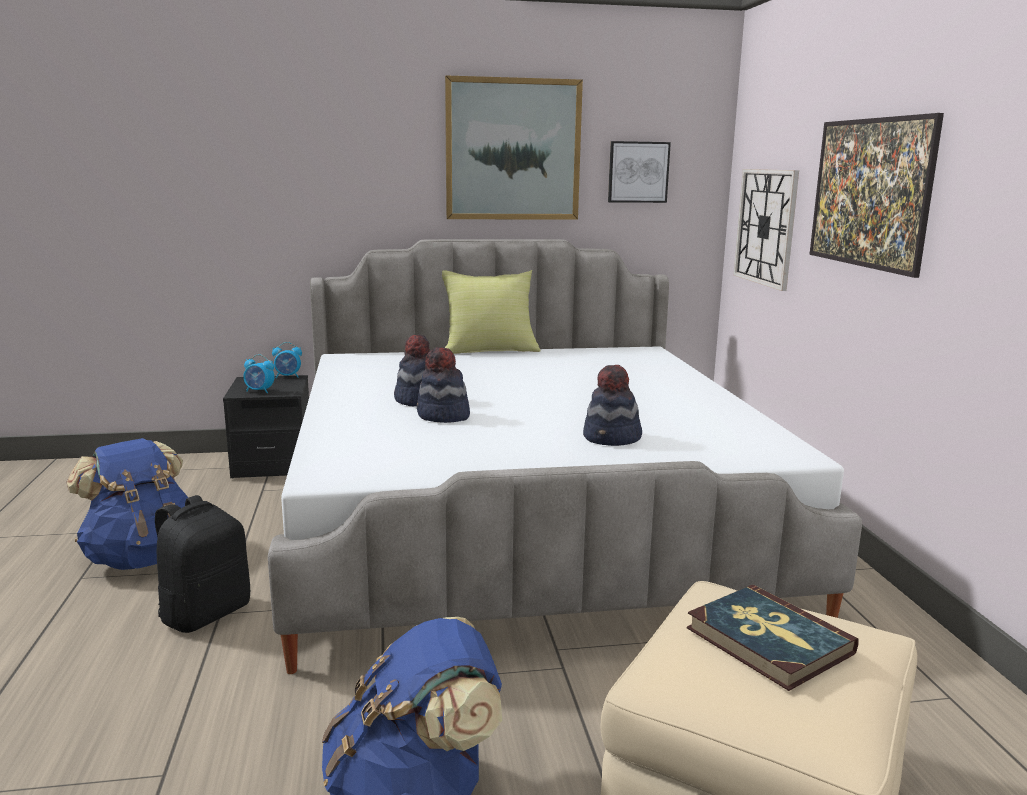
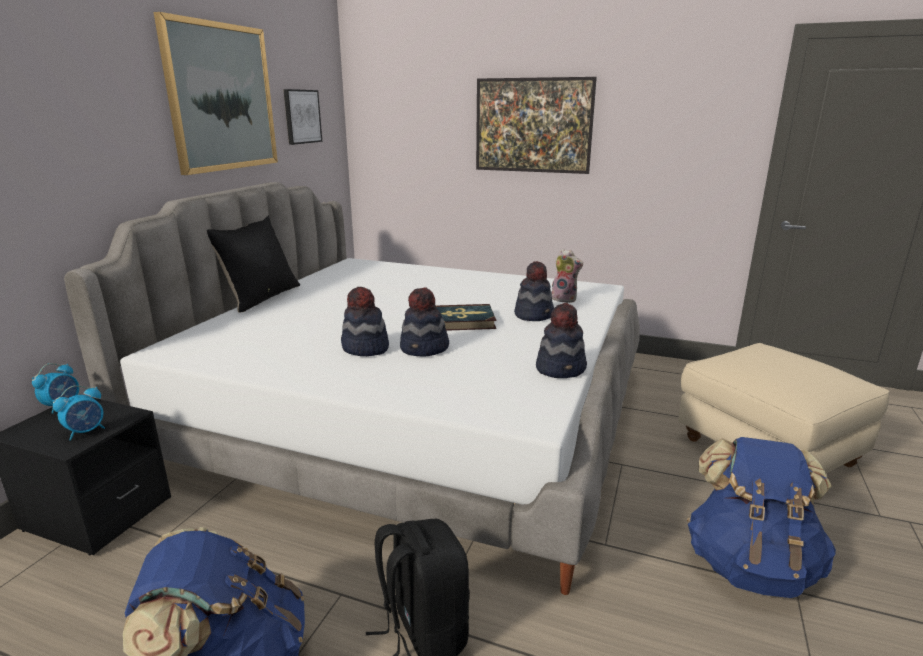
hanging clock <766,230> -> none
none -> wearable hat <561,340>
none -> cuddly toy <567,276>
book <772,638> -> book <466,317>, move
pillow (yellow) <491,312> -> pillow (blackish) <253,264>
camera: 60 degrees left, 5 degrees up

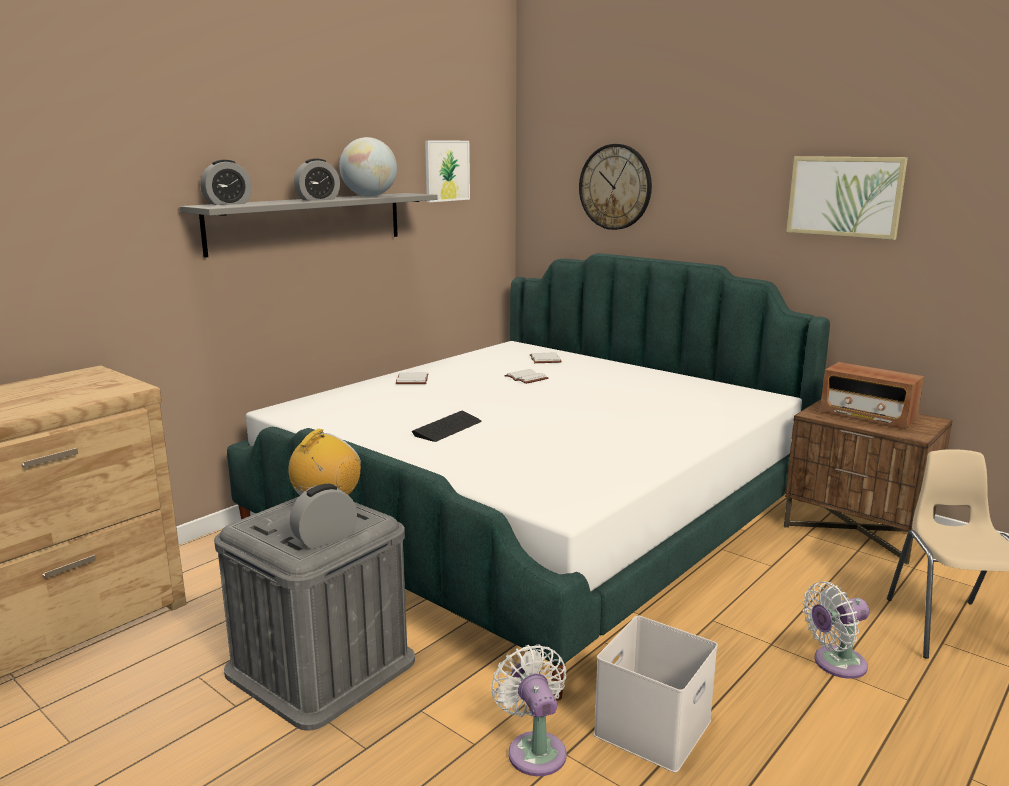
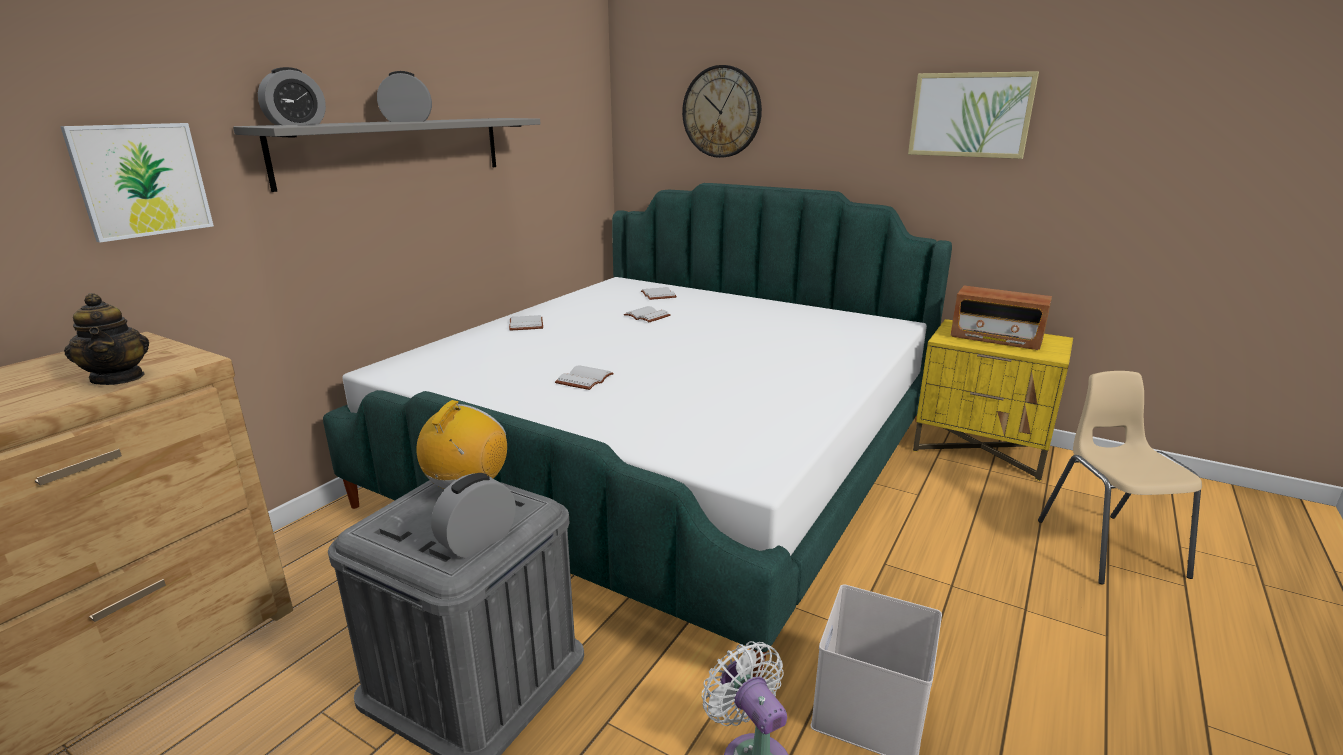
globe <368,167> -> none
fan (white) <836,630> -> none
none -> pot for tea <106,339>
picture <447,171> -> picture <137,182>, move
PC keyboard <447,426> -> book (white) <584,377>
nightstand (brown) <868,482> -> nightstand (yellow) <993,400>
bedside clock <317,179> -> bedside clock <404,96>, 150 degrees counterclockwise
camera: 10 degrees left, 5 degrees up

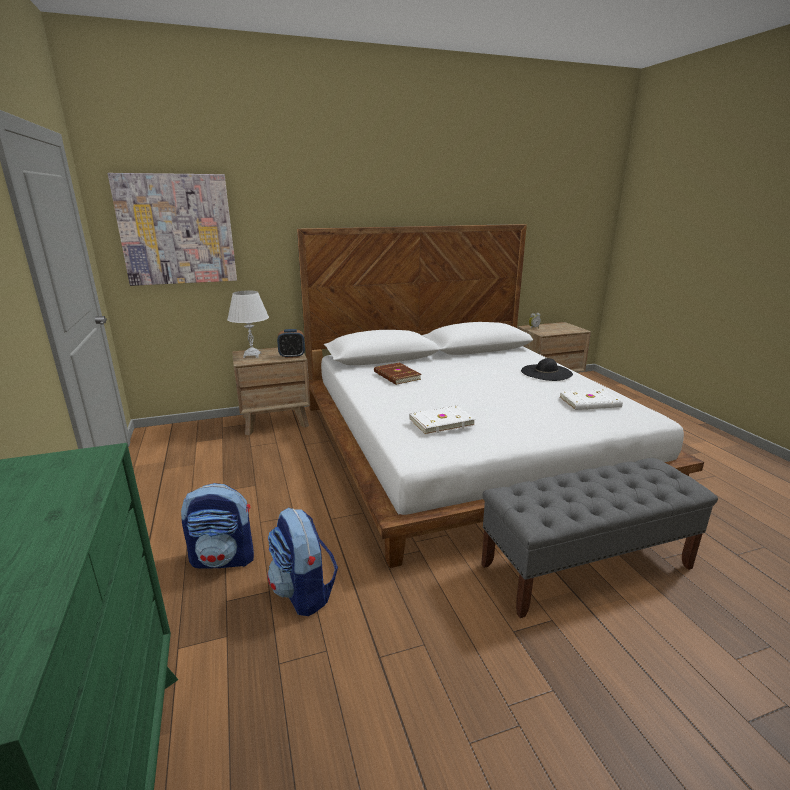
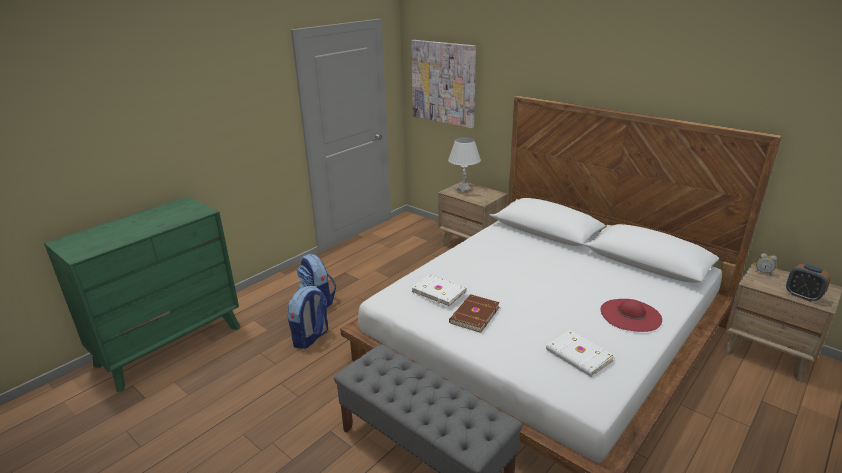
bedside clock <291,343> -> bedside clock <808,283>, move
book (brown) <397,374> -> book (brown) <474,313>, move
wearable hat (blackish) <547,369> -> wearable hat (red) <631,315>
camera: 60 degrees right, 5 degrees up

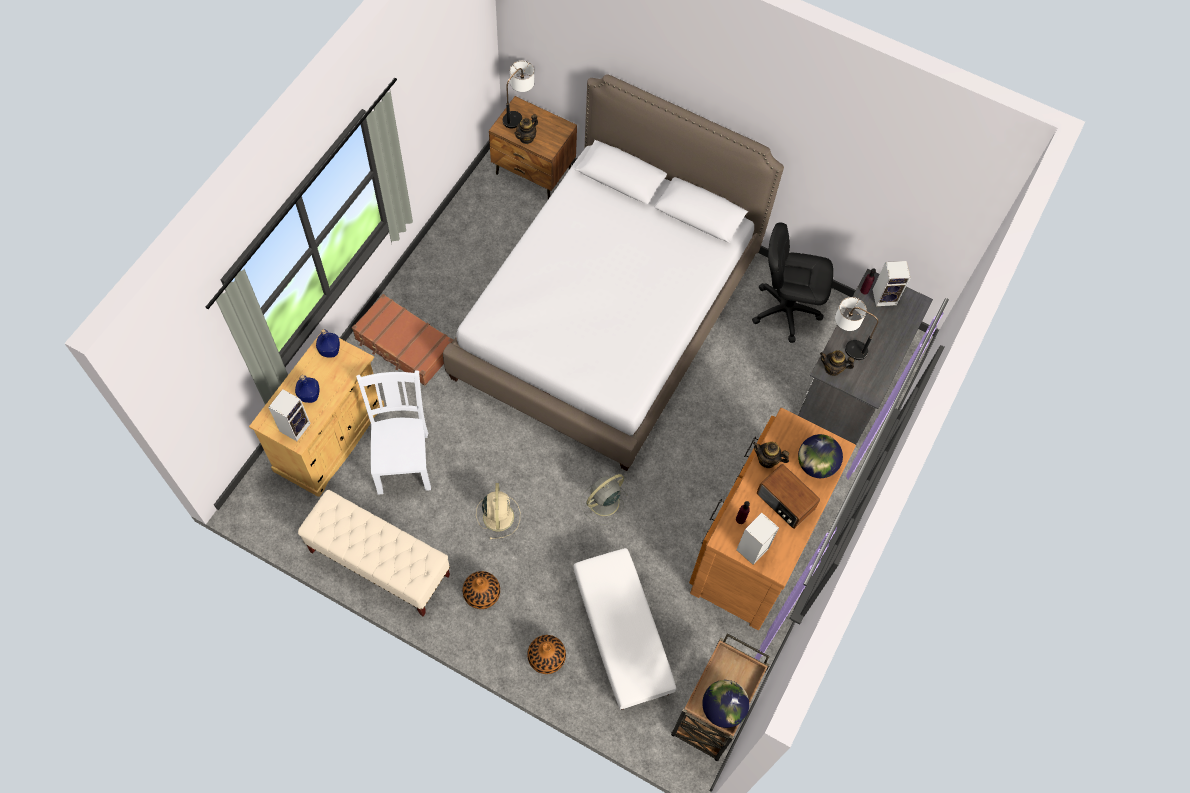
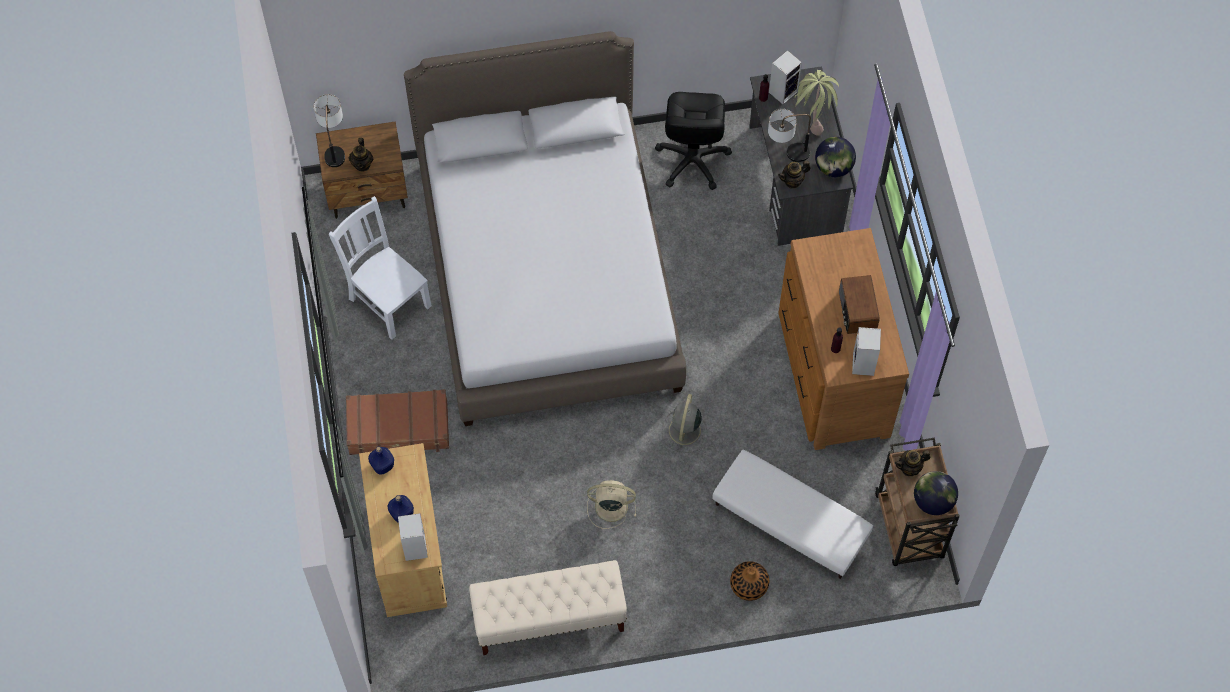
flower vase <481,590> -> none
none -> houseplant <817,103>
chair (white) <393,432> -> chair (white) <380,268>, move
pot for tea <771,455> -> pot for tea <912,463>, move
globe <820,456> -> globe <835,157>, move
fan (sand-coloured) <498,511> -> fan (sand-coloured) <611,504>, 45 degrees counterclockwise
computer chair (blackish) <793,283> -> computer chair (blackish) <693,141>, 60 degrees counterclockwise
radio <788,496> -> radio <859,304>, 75 degrees clockwise
camera: 35 degrees left, 0 degrees up

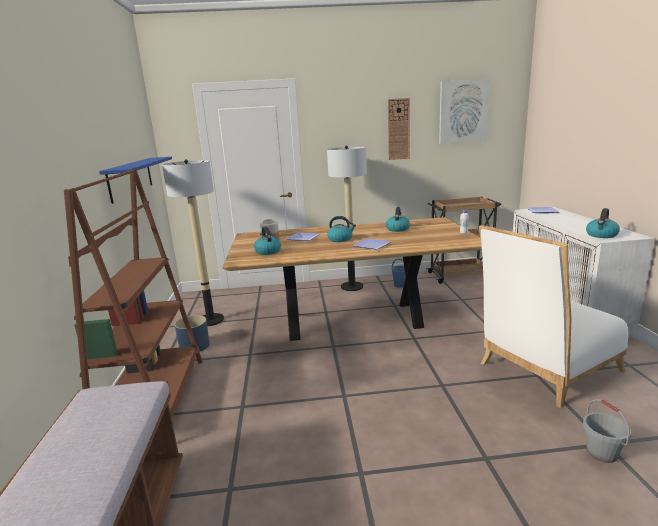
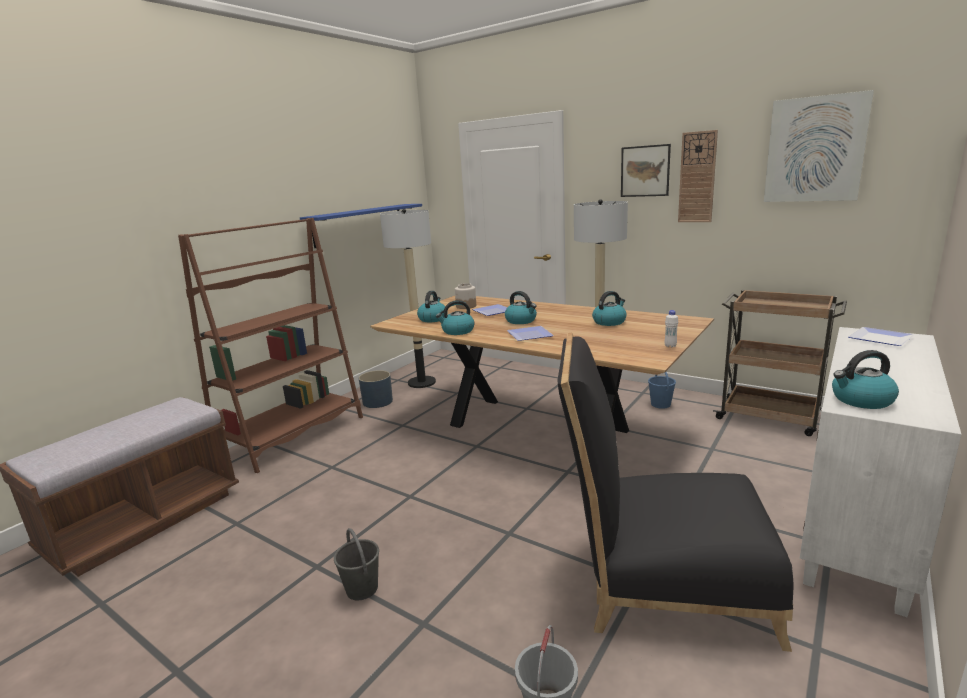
none -> bucket (grey) <356,564>
none -> tea kettle <455,317>
none -> picture <646,170>
chair (white) <553,316> -> chair (blackish) <676,492>
camera: 40 degrees right, 0 degrees up

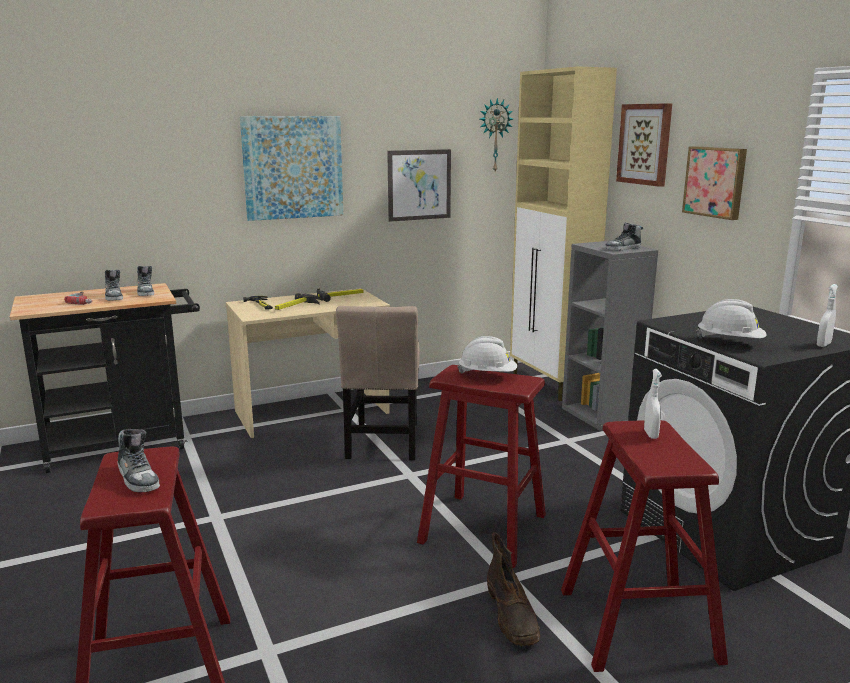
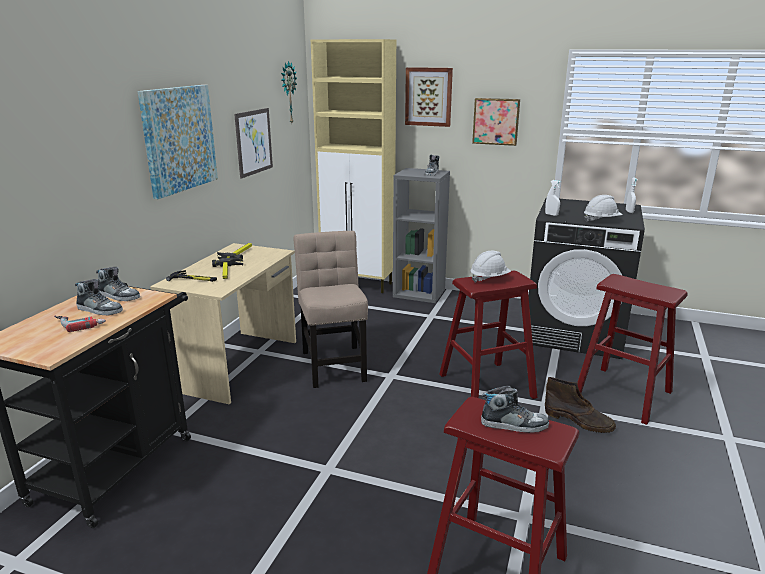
spray bottle (white) <653,404> -> spray bottle (white) <553,198>, move
chair (sand-coloured) <378,383> -> chair (sand-coloured) <331,309>, 150 degrees counterclockwise
camera: 45 degrees left, 5 degrees up

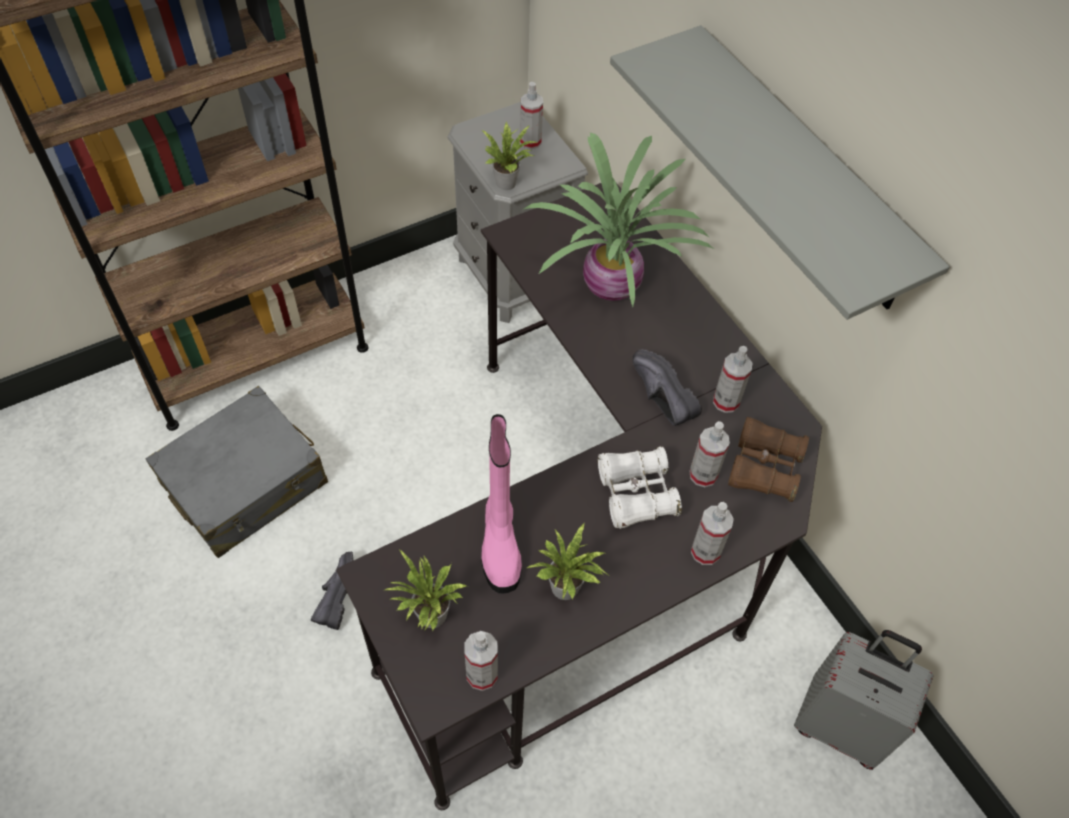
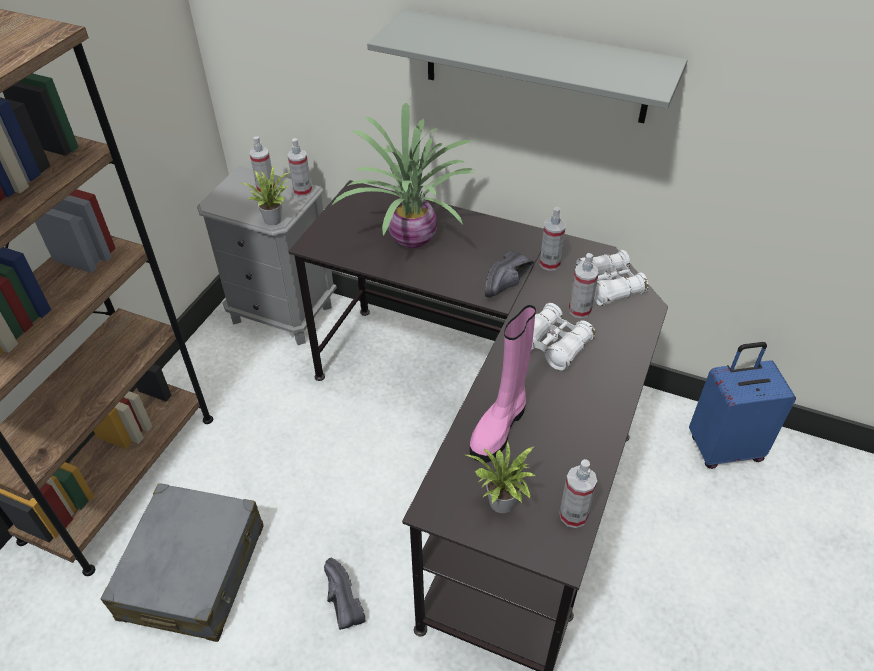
houseplant <567,561> -> none
spray bottle <712,533> -> spray bottle <299,167>, move
pair of binoculars (brown) <768,459> -> pair of binoculars (white) <612,278>
suitcase (grey) <863,700> -> suitcase (blue) <742,405>
high-top boot (pink-coloured) <501,503> -> high-top boot (pink-coloured) <503,384>, 75 degrees clockwise
item of footwear (blackish) <667,387> -> item of footwear (blackish) <509,274>, 75 degrees counterclockwise
camera: 35 degrees left, 10 degrees down

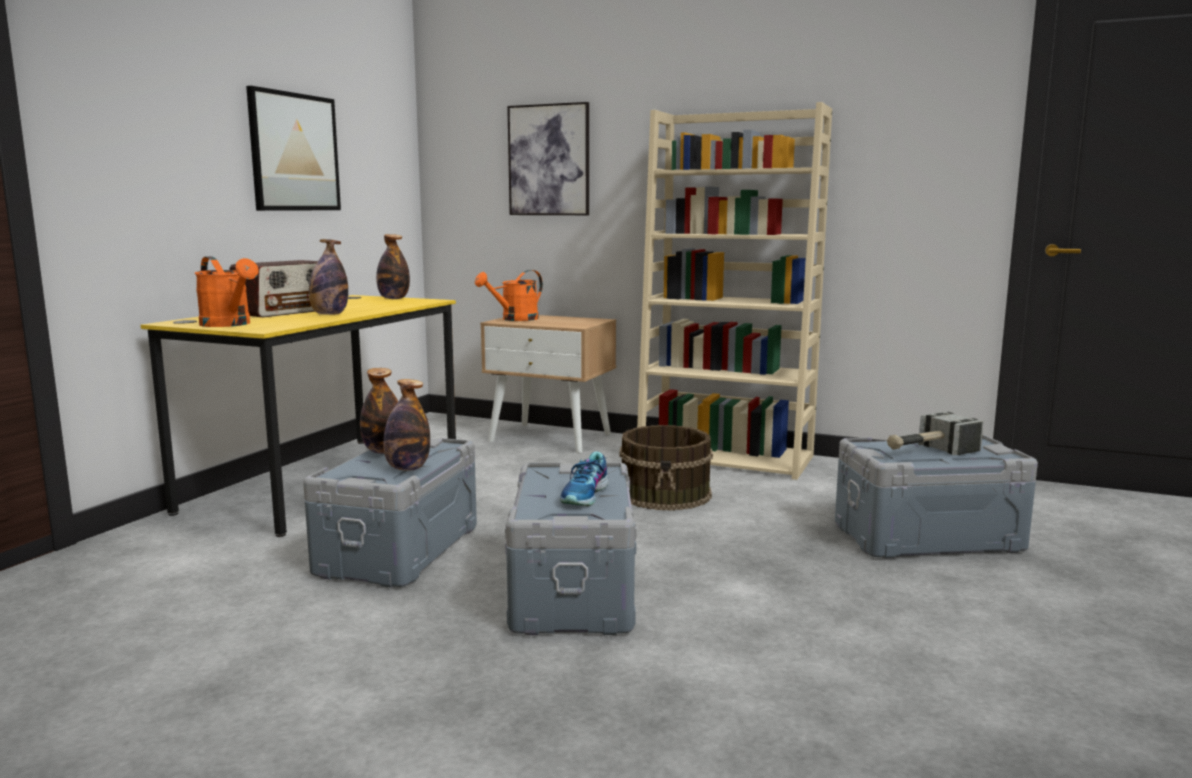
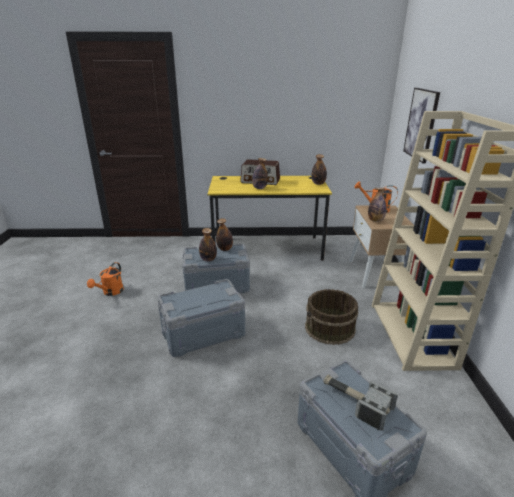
picture <293,148> -> none
item of footwear <584,478> -> none
none -> bottle <377,205>
watering pot (orangey) <227,291> -> watering pot (orangey) <105,279>, move
camera: 65 degrees right, 15 degrees up

